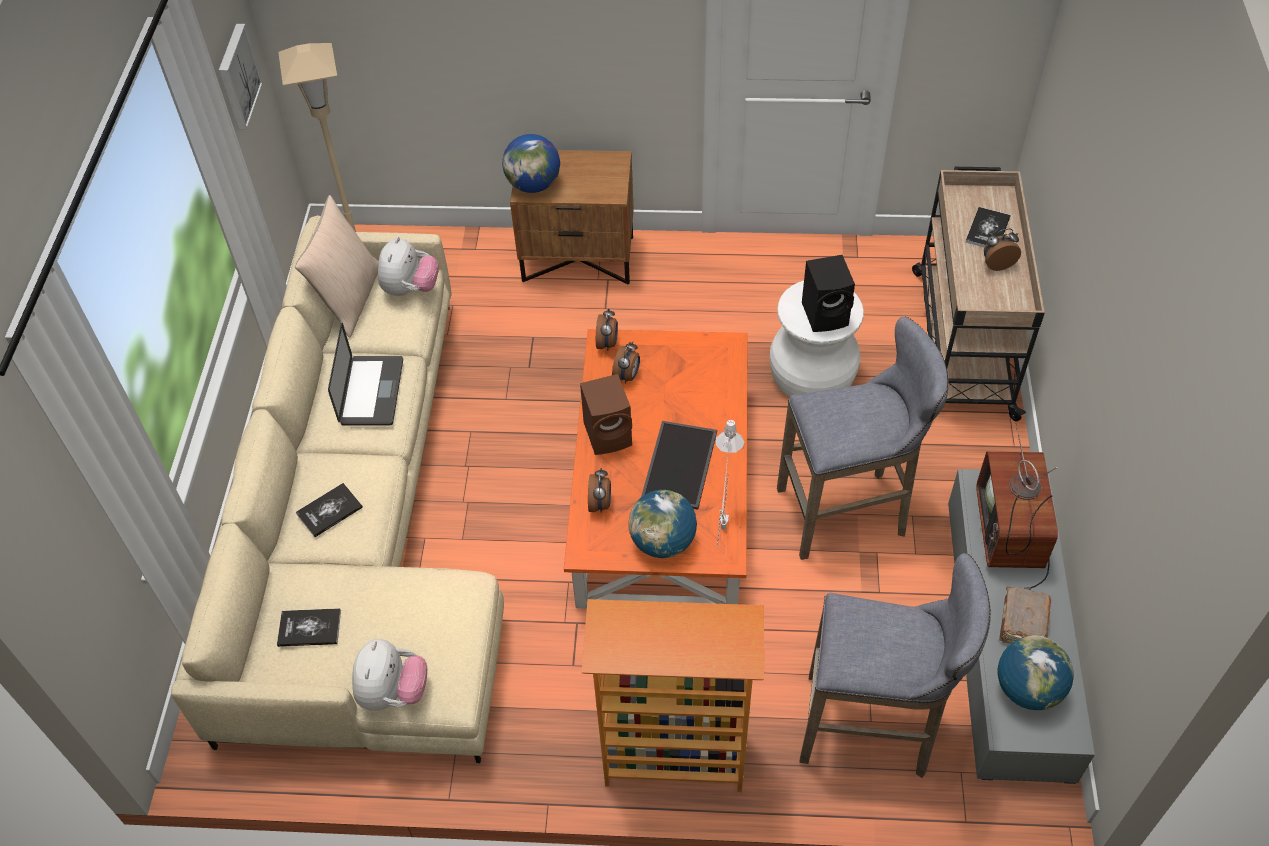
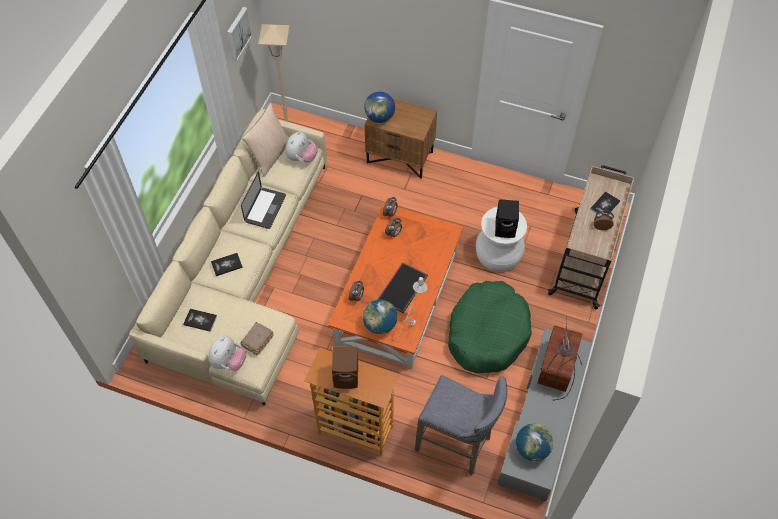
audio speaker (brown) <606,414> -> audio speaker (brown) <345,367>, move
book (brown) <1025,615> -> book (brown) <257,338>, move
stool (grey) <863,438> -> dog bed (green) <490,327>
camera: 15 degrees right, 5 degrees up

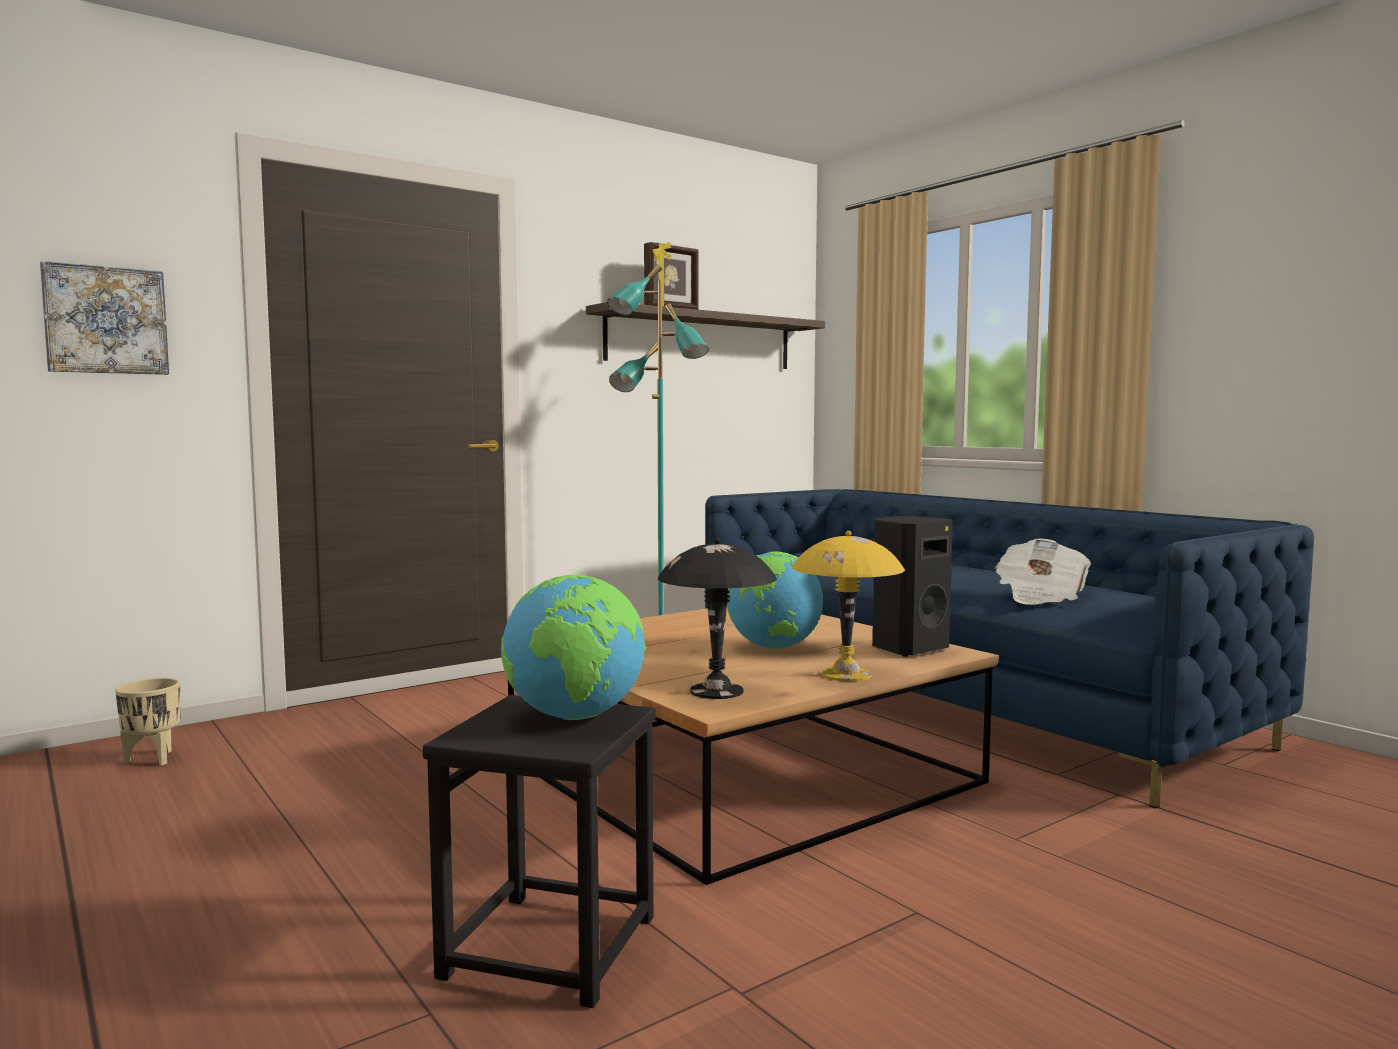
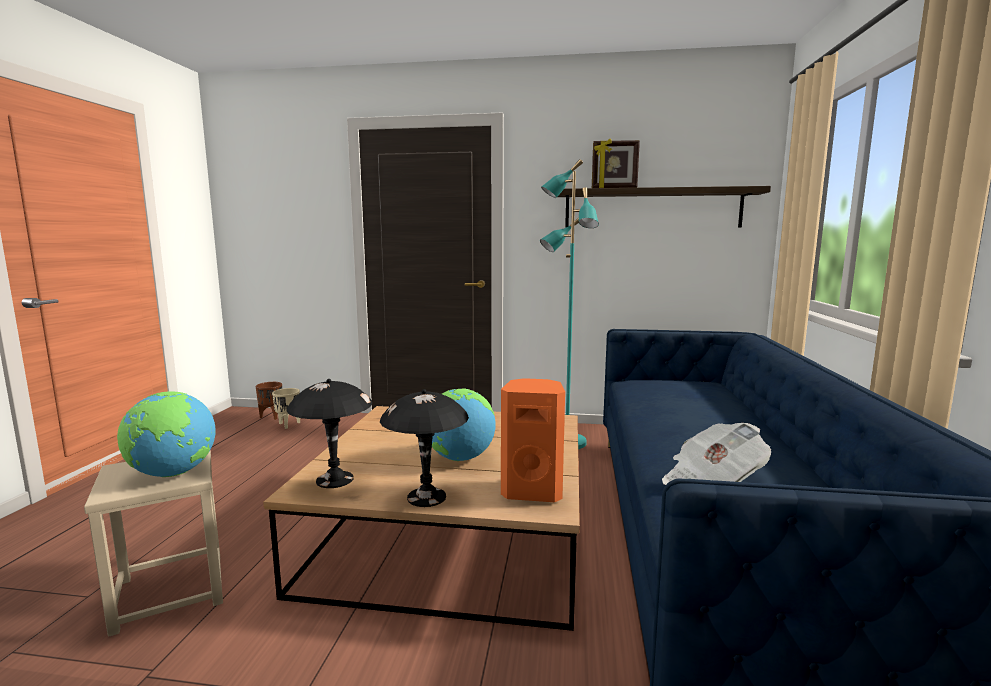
picture <104,318> -> none
none -> plant pot (brown) <268,401>
stool (blackish) <539,851> -> stool (sand-coloured) <153,543>
table lamp (yellow) <848,606> -> table lamp (blackish) <424,448>
audio speaker (blackish) <912,586> -> audio speaker (orangey) <533,440>
camera: 45 degrees right, 5 degrees up

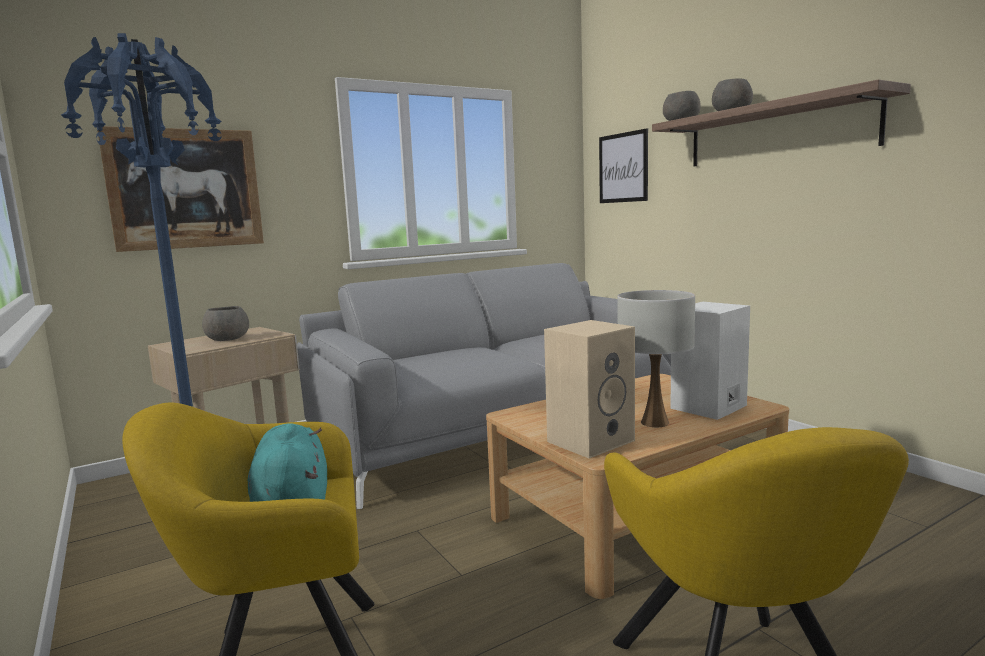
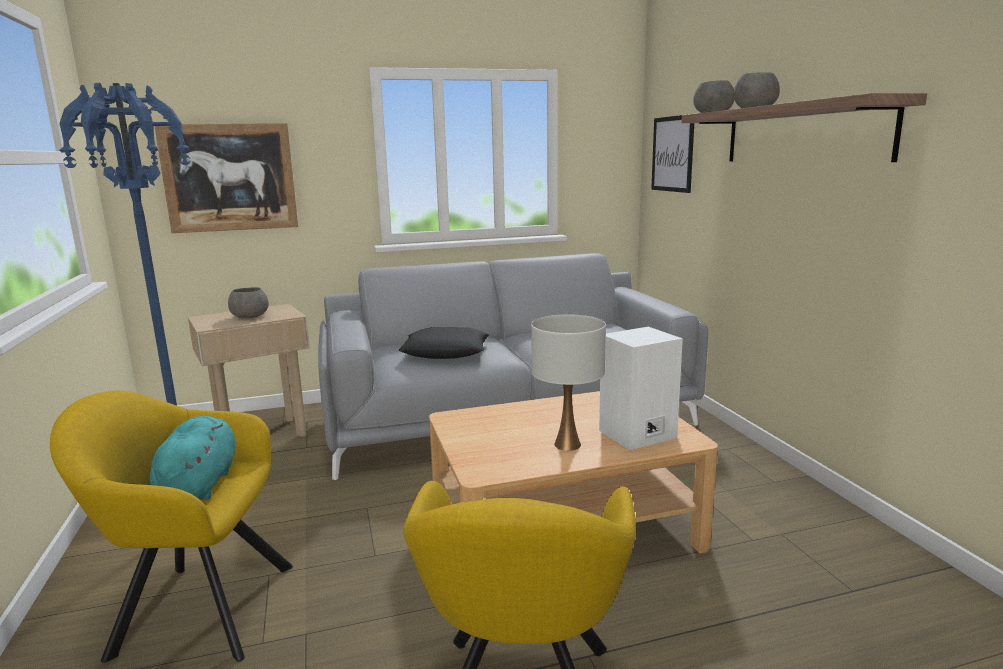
audio speaker (sand-coloured) <589,389> -> none
none -> pillow (blackish) <444,343>
camera: 15 degrees right, 5 degrees up

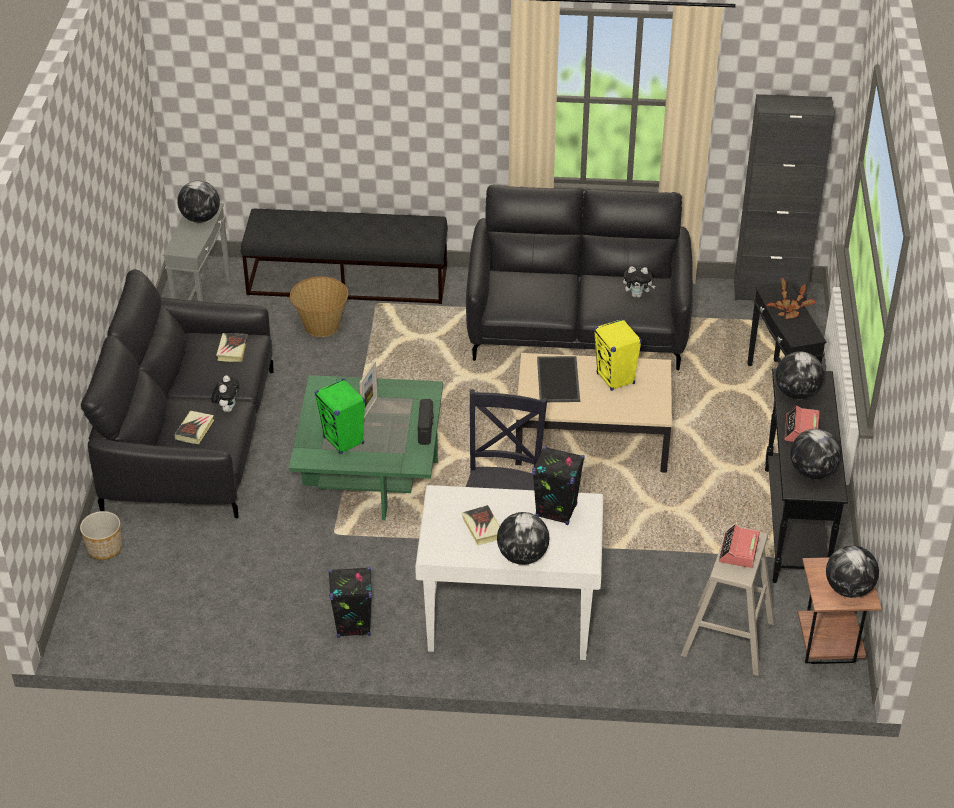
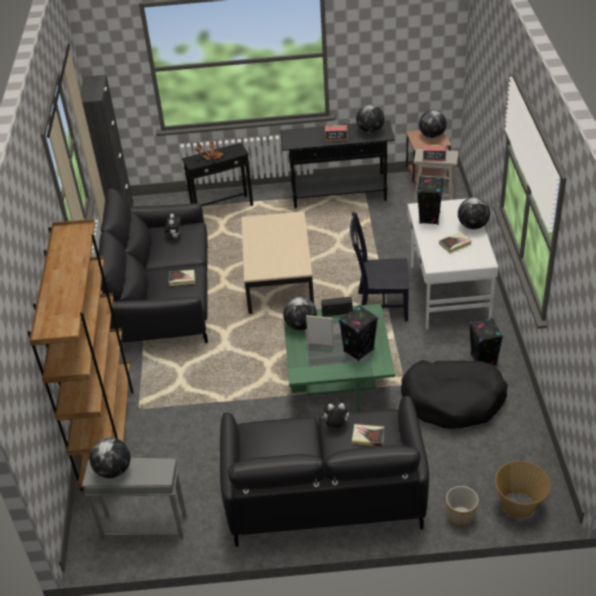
carrying tray <558,379> -> none
audio speaker (yellow) <618,354> -> none
none -> dog bed (blackish) <454,394>
book <232,347> -> book <182,278>, move
basket <319,307> -> basket <523,490>, move
globe <800,375> -> globe <300,313>, move
indoor bench (blackish) <344,256> -> bookshelf (brown) <80,355>
audio speaker (green) <340,416> -> audio speaker (blackish) <358,333>
camera: 95 degrees left, 0 degrees up

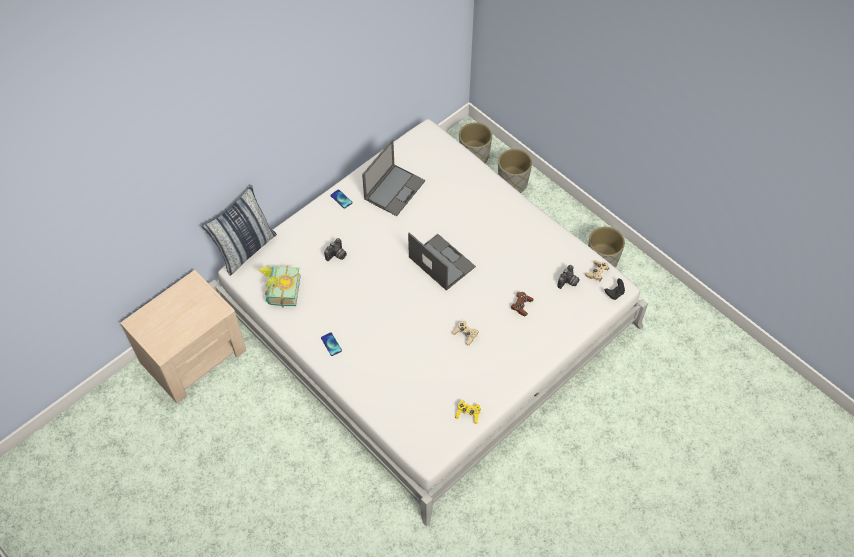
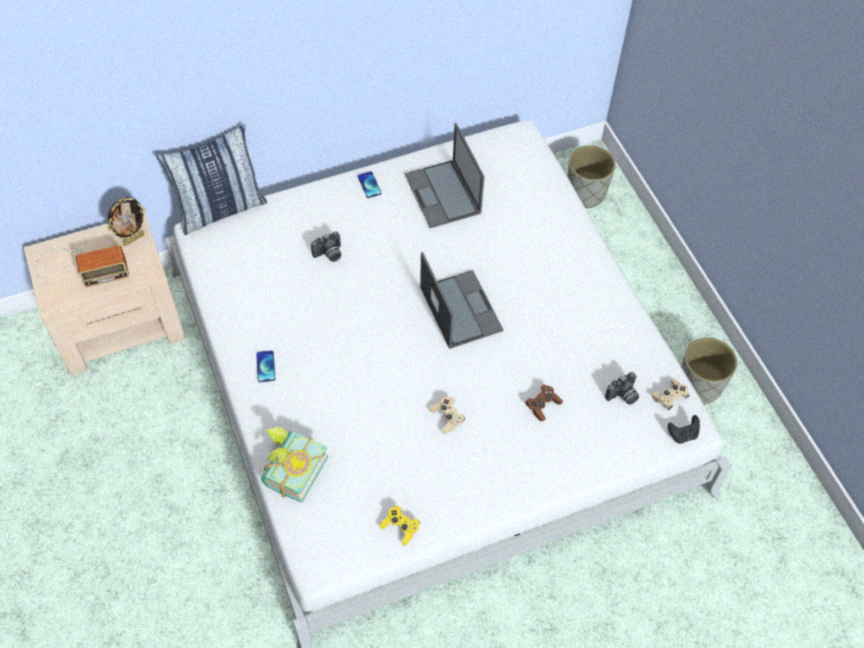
plant pot (grey) <515,171> -> none
none -> radio <82,266>
none -> standing frame <126,221>
book <280,286> -> book <294,465>, move
notebook computer <393,177> -> notebook computer <445,175>, 105 degrees clockwise
camera: 20 degrees right, 0 degrees up

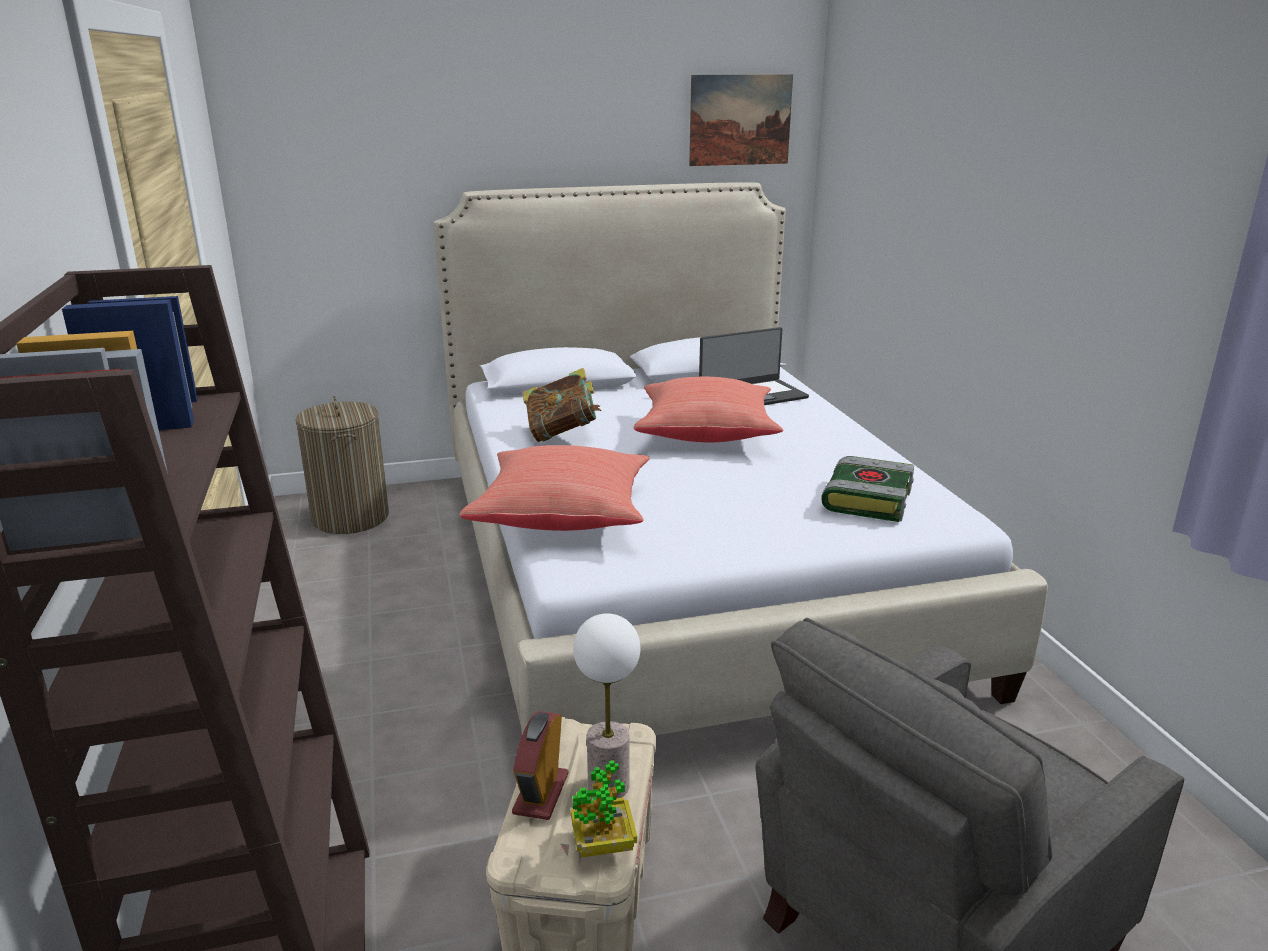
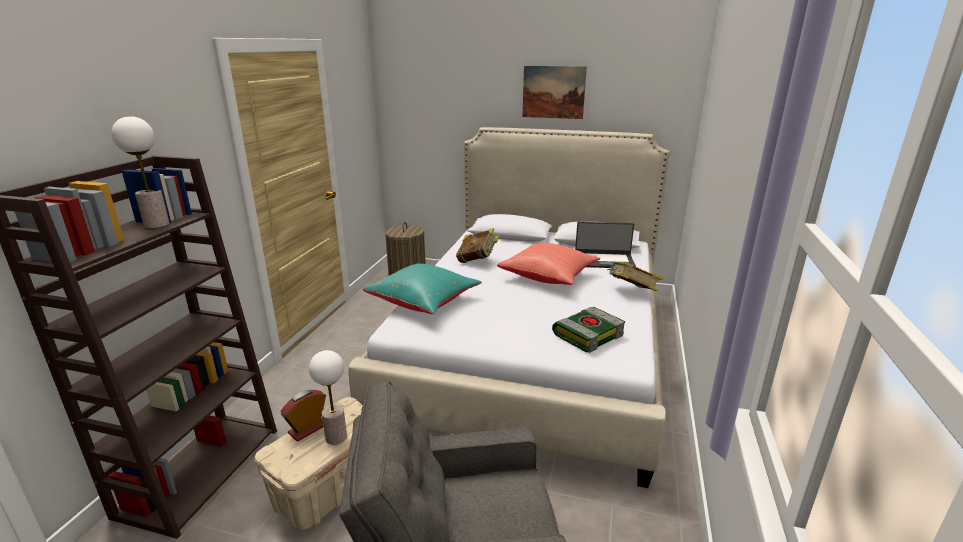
houseplant <603,808> -> none
none -> table lamp <140,172>
none -> book <635,276>
picture <741,120> -> picture <554,92>, move
pillow (red) <554,488> -> pillow (turquoise) <422,288>
camera: 30 degrees right, 0 degrees up

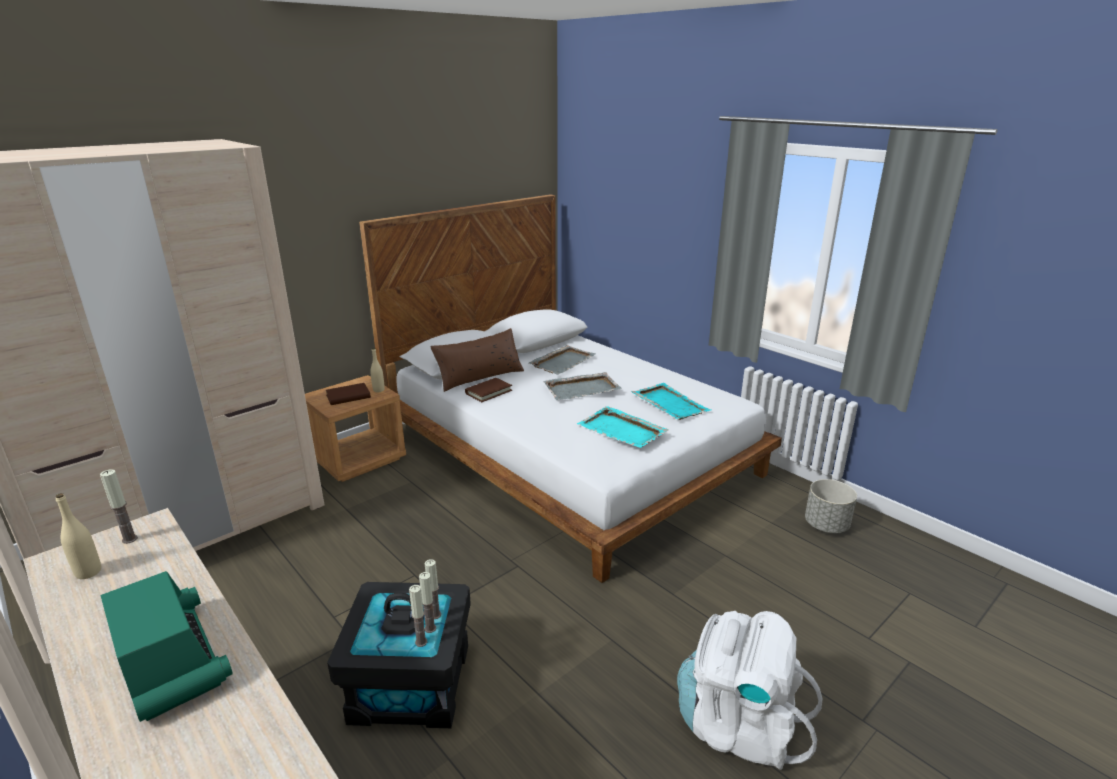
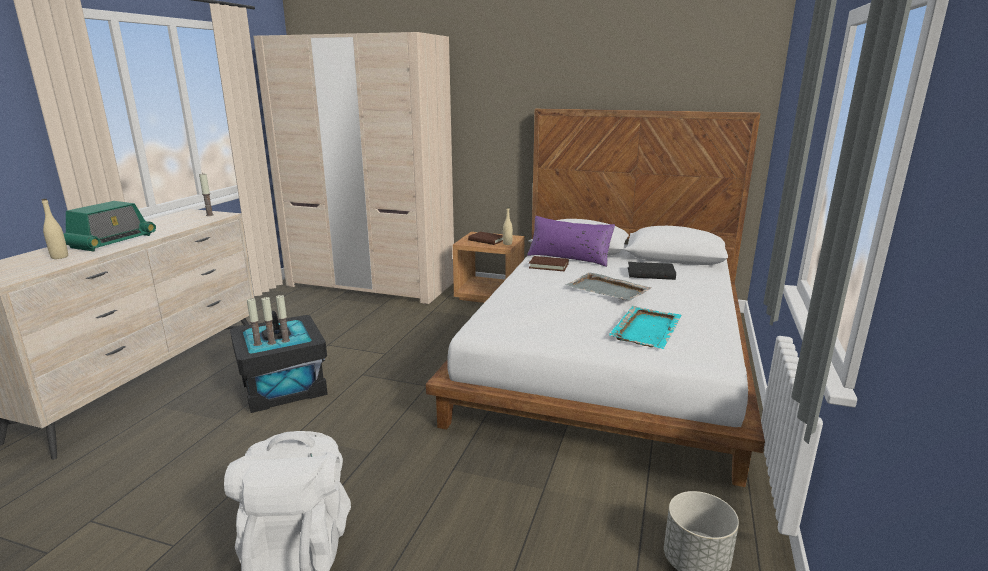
carrying tray (turquoise) <623,427> -> none
bottle (sand-coloured) <78,536> -> bottle (sand-coloured) <55,229>, move
carrying tray (grey) <561,360> -> book (blackish) <652,271>
pillow (brown) <477,360> -> pillow (purplish) <571,241>
camera: 60 degrees right, 5 degrees down

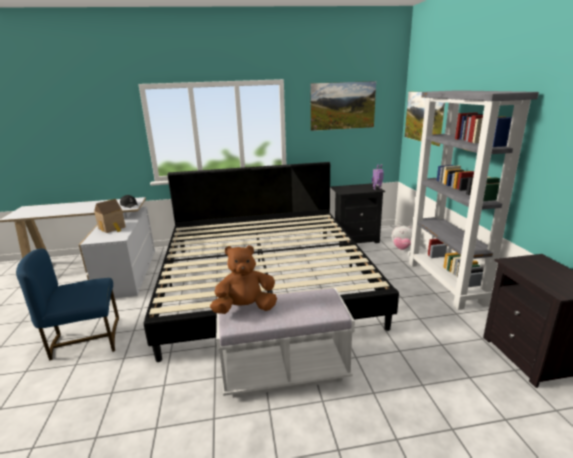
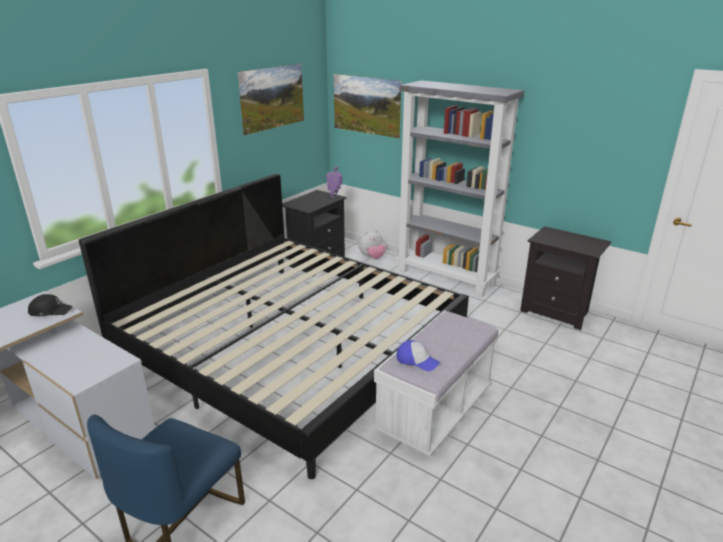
model house <110,216> -> none
cuddly toy (brown) <243,279> -> baseball cap <418,355>
camera: 45 degrees left, 5 degrees up

